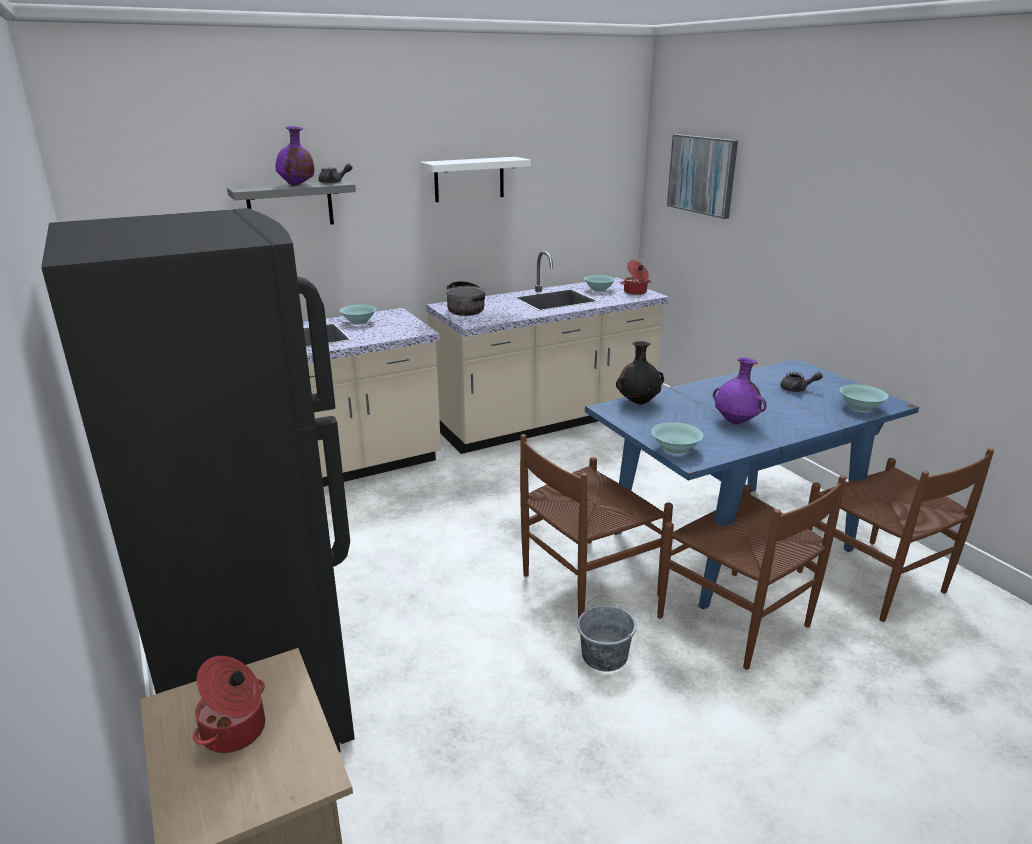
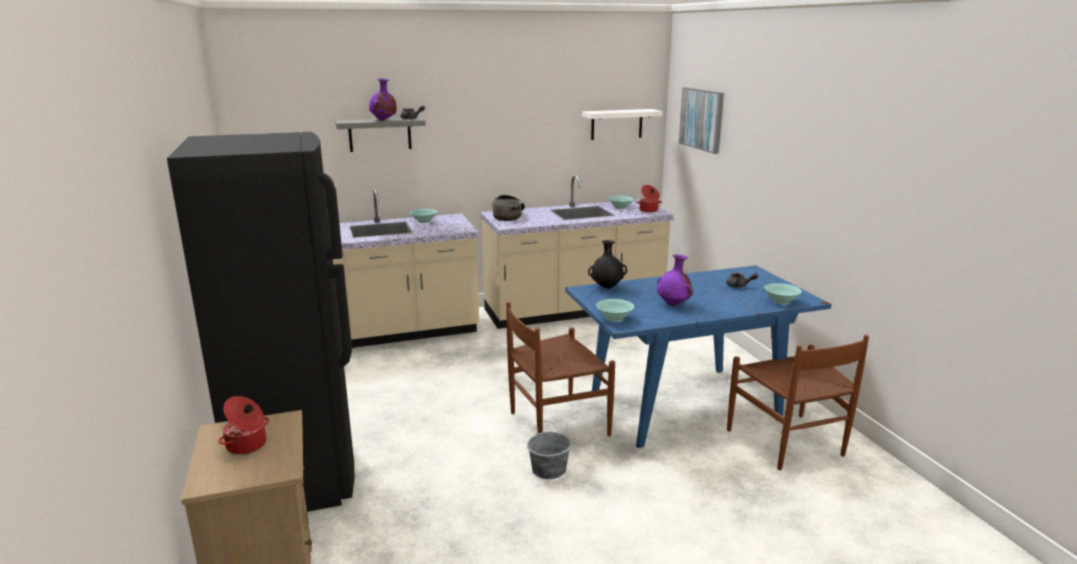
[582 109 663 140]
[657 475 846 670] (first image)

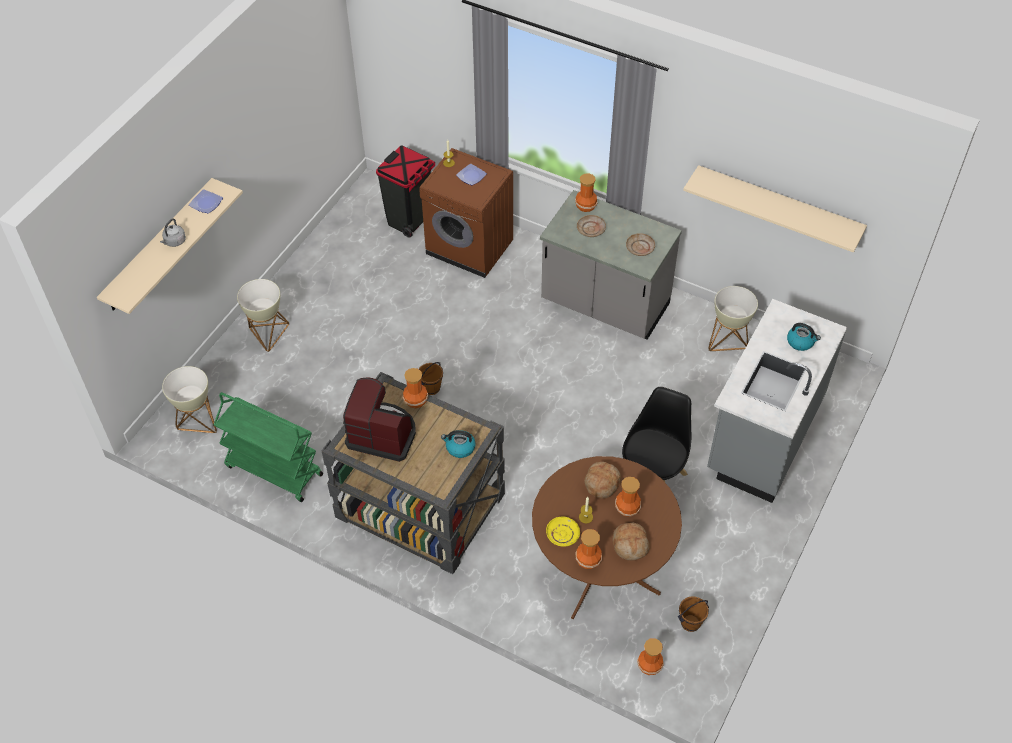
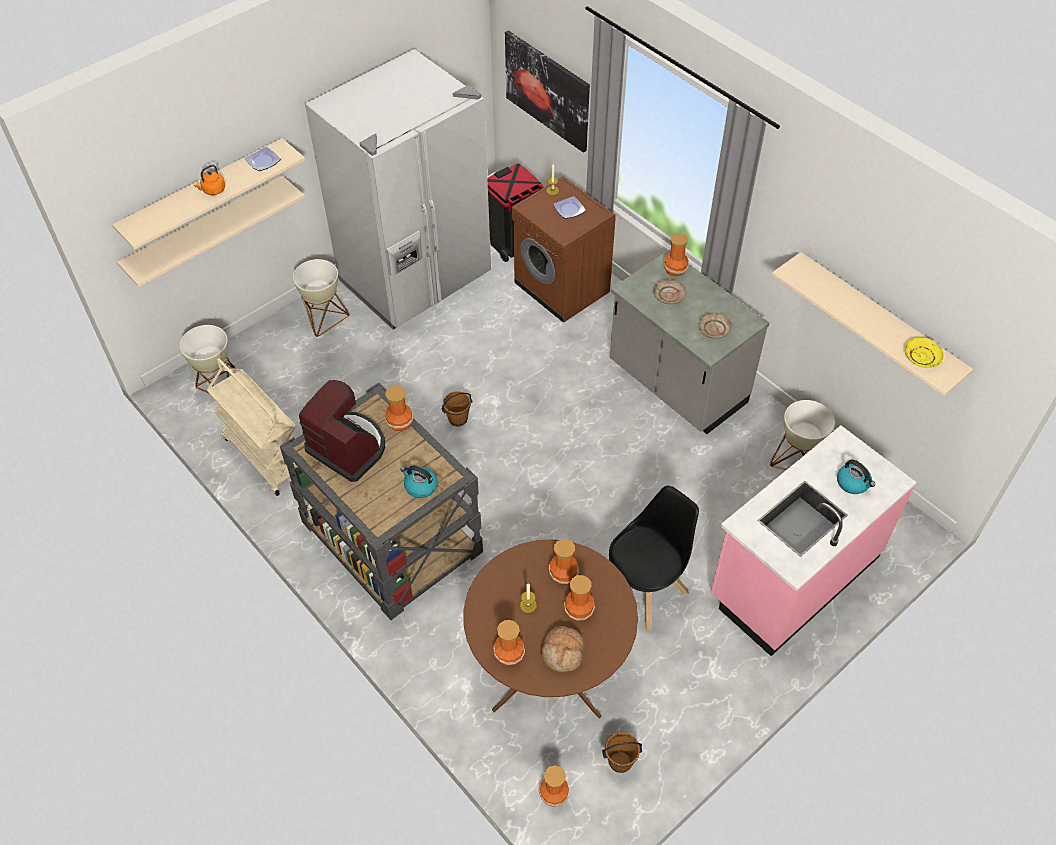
[117 176 305 287]
[194 165 225 195]
[207 358 298 496]
[305 49 491 330]
[505 30 590 153]
[549 539 579 584]
[711 425 917 656]
[905 338 944 368]

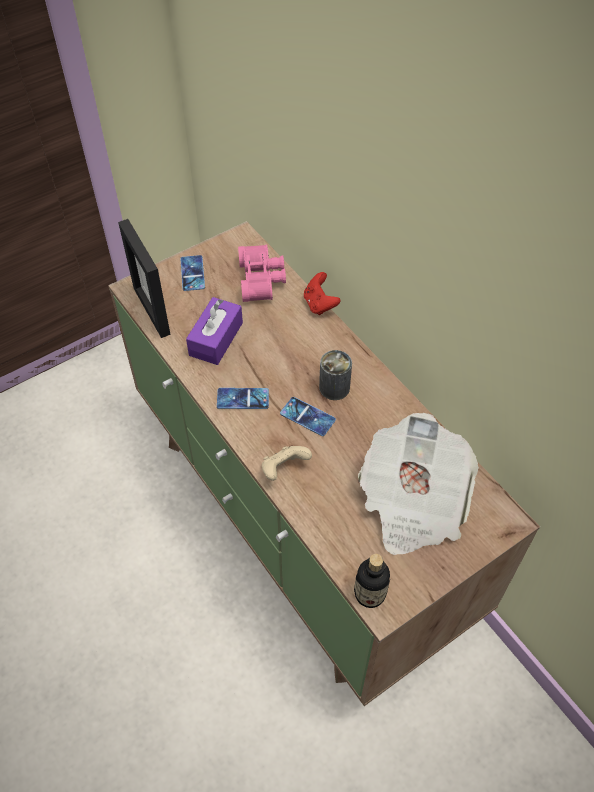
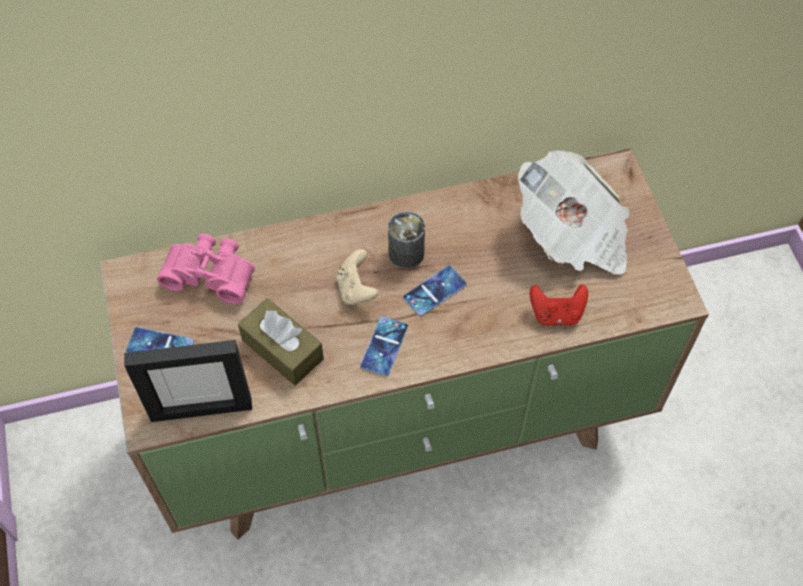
[238 298 324 386]
[336 249 379 305]
[530 284 588 326]
[354 554 390 608] (first image)

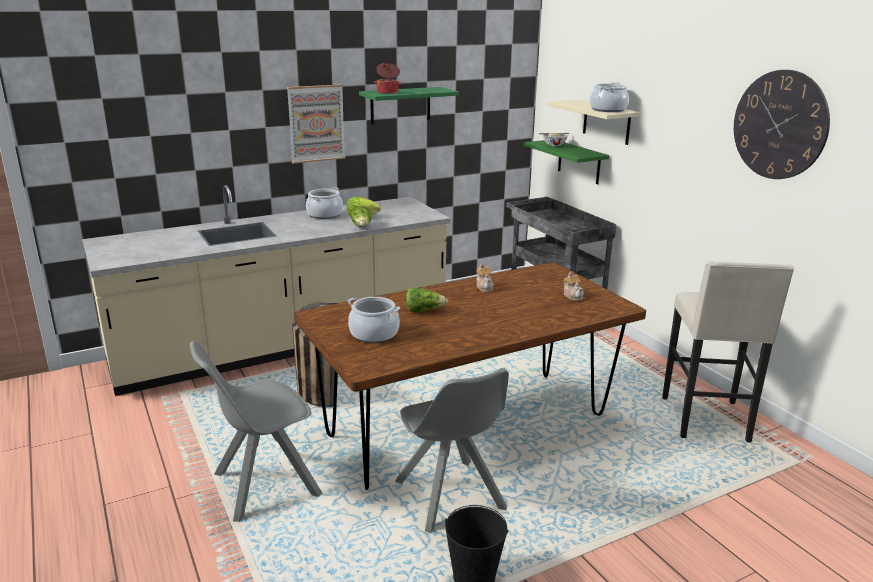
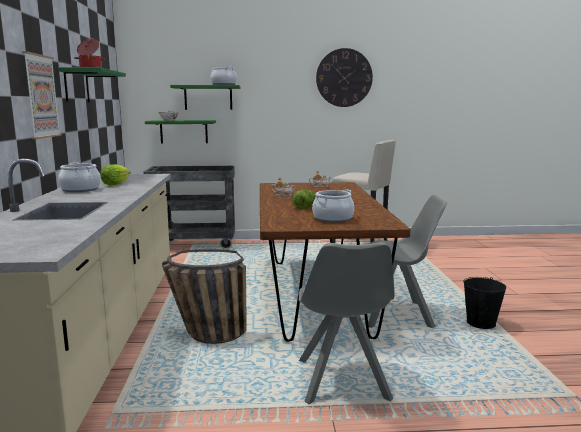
[170 85 240 110]
[351 206 372 227] (first image)

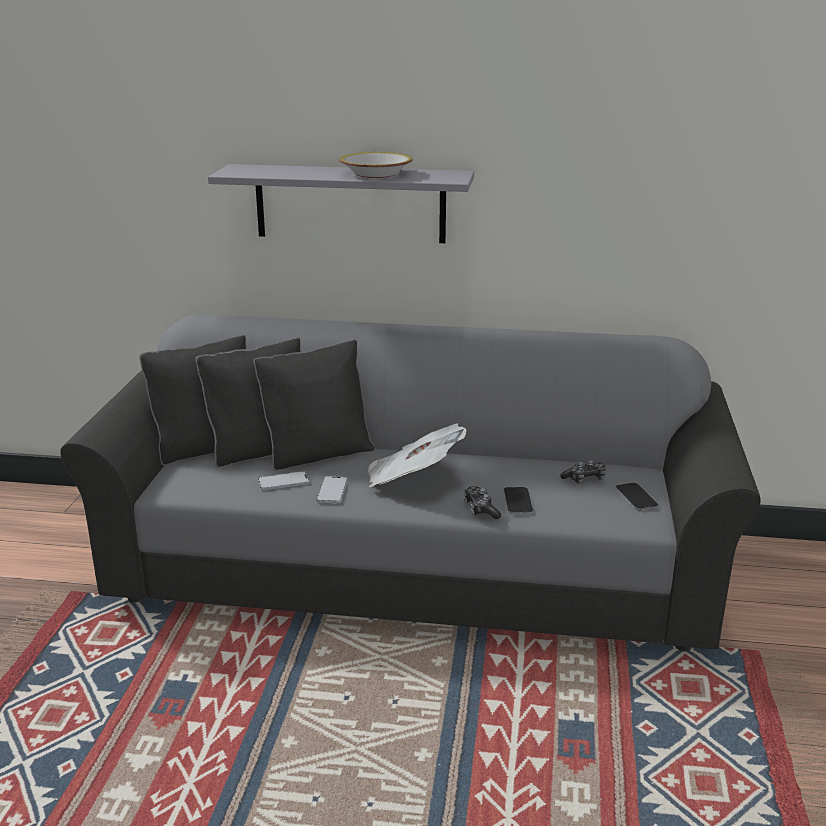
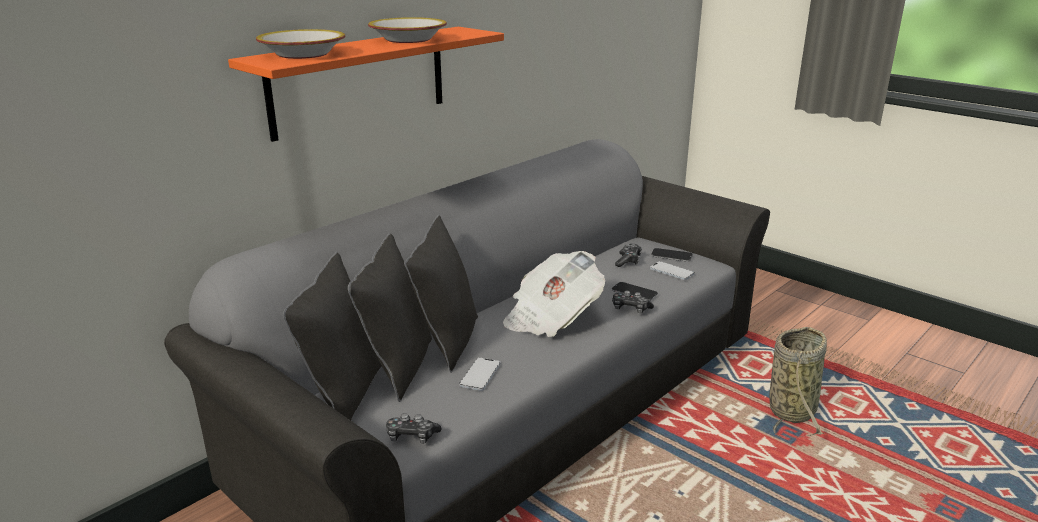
[228 27 504 142]
[256 29 345 59]
[386 413 441 444]
[650 261 695 280]
[769 327 827 438]

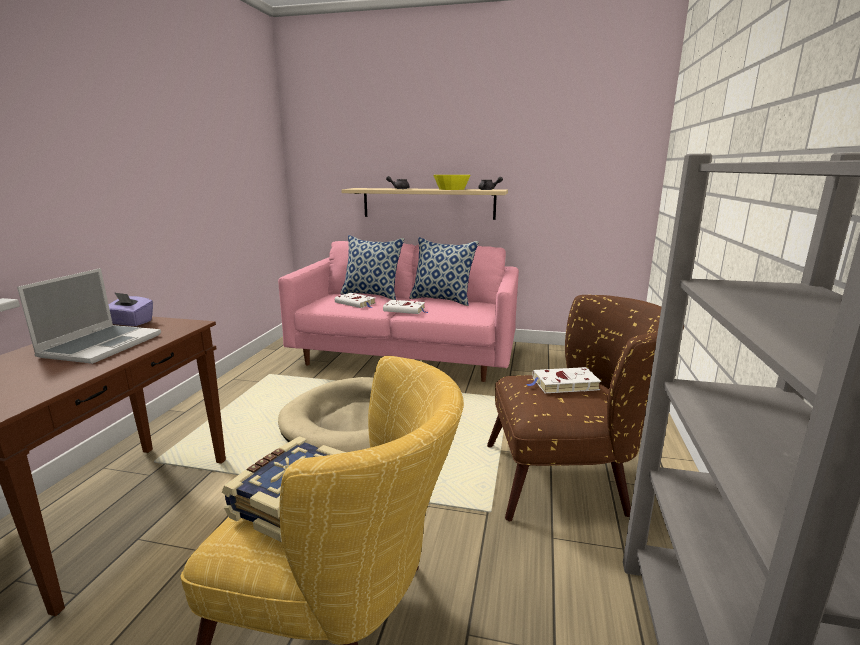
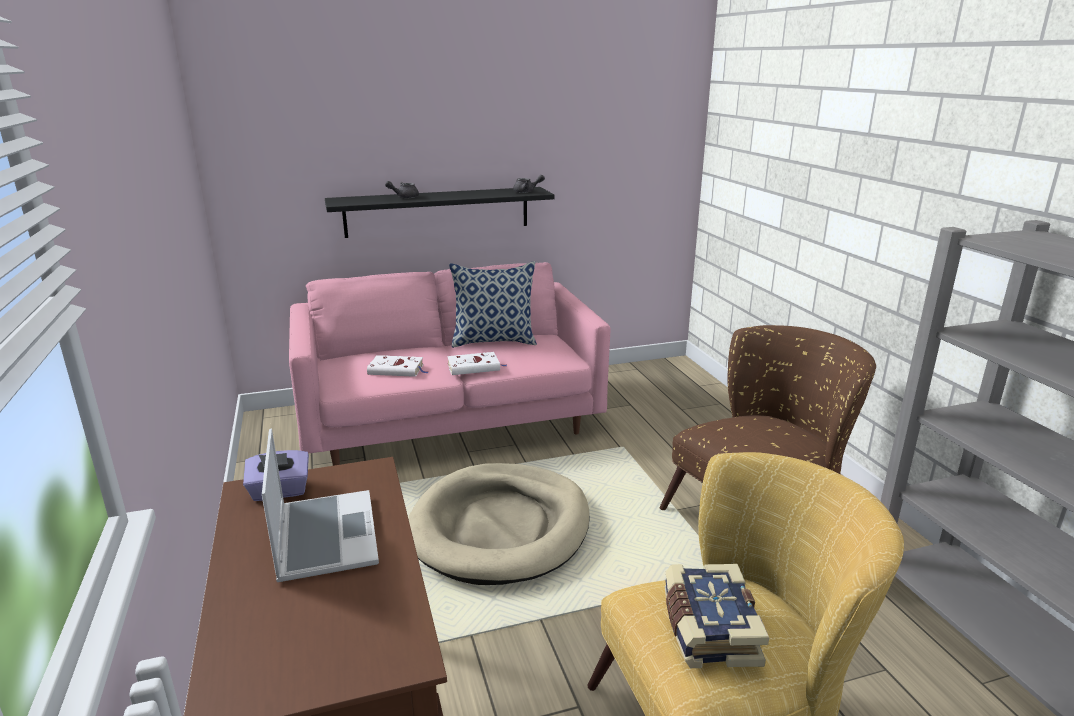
[325 187 555 238]
[341 235 404 300] (first image)
[433 175 470 190] (first image)
[526 367 601 393] (first image)

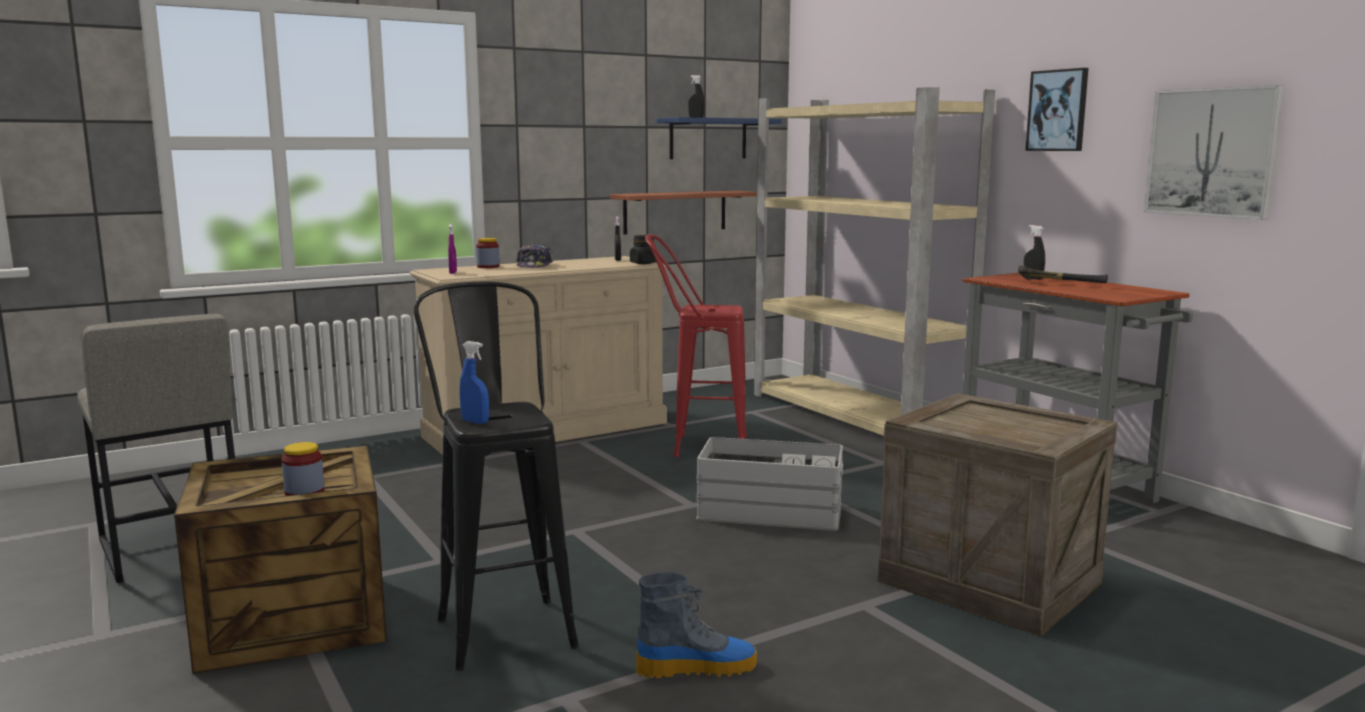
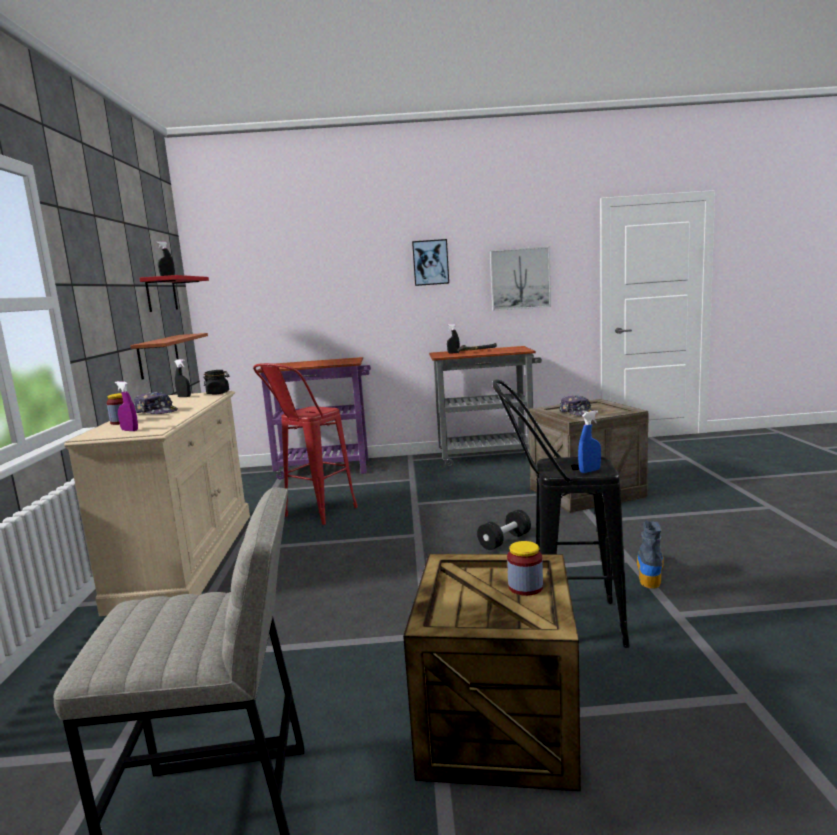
[140 275 209 312]
[257 357 371 479]
[477 510 531 550]
[559 395 593 416]
[696 437 843 531] (first image)

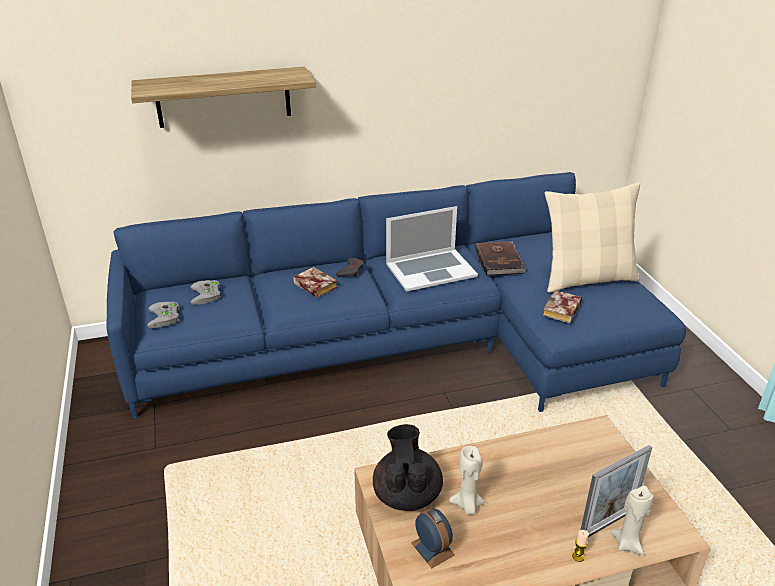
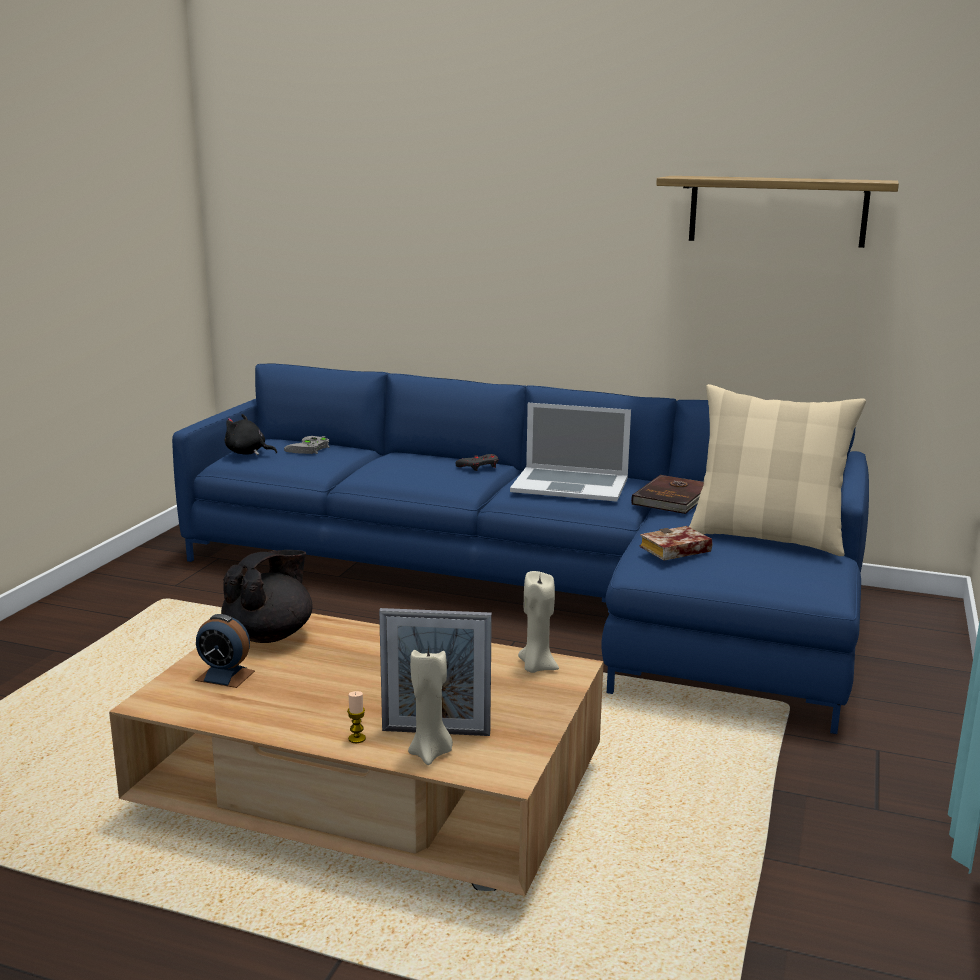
[195 614 255 688]
[225 414 277 455]
[518 571 559 673]
[656 176 899 248]
[293 267 337 298] (first image)

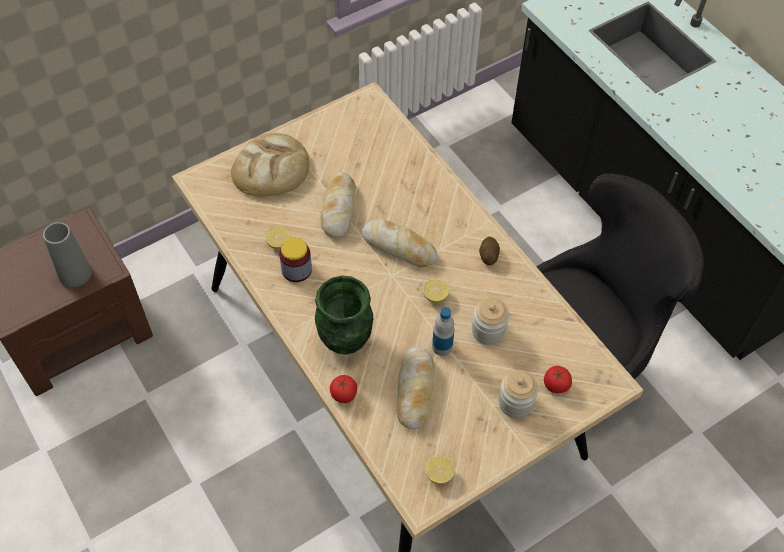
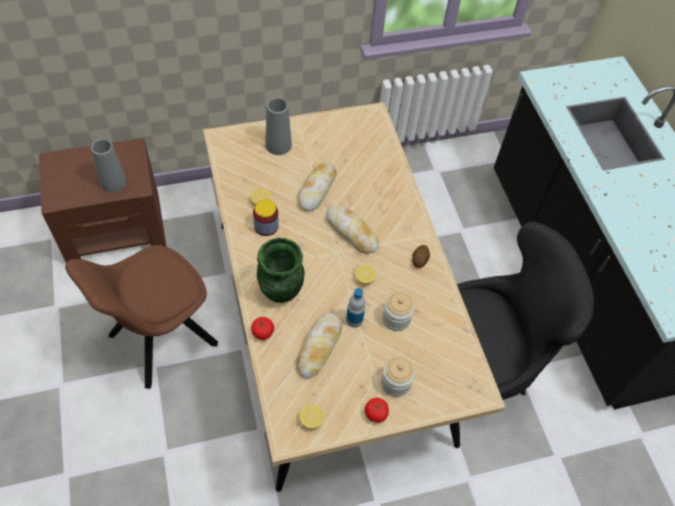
[65 245 218 389]
[265 98 292 155]
[365 398 389 423]

